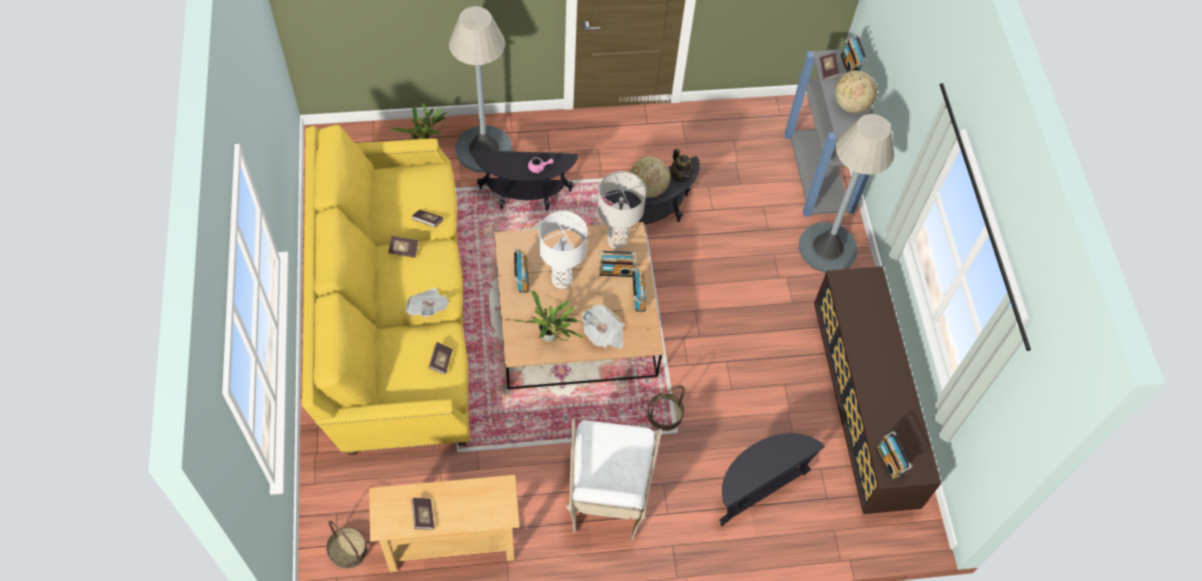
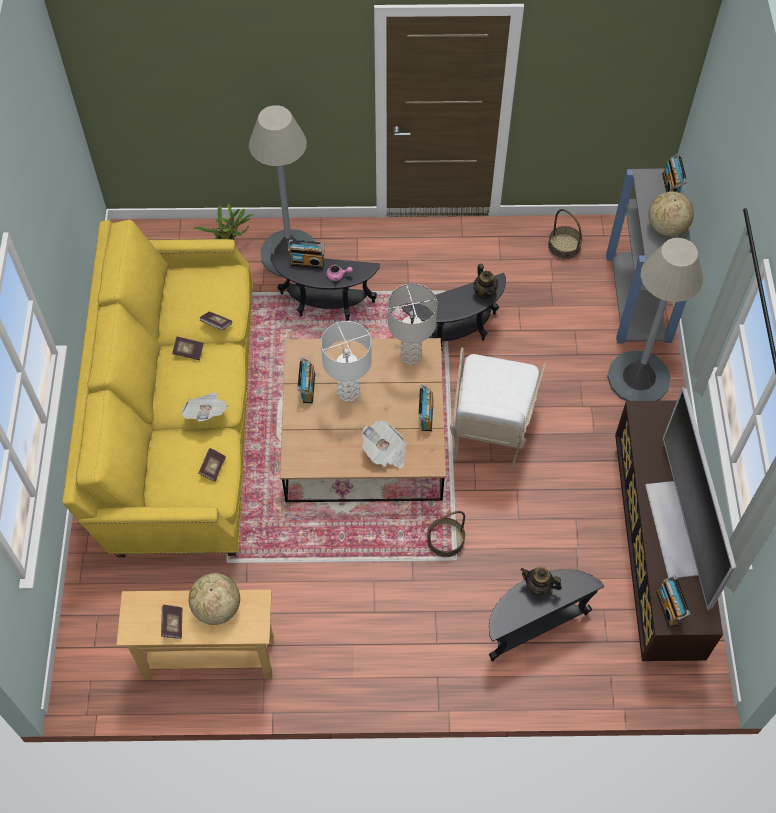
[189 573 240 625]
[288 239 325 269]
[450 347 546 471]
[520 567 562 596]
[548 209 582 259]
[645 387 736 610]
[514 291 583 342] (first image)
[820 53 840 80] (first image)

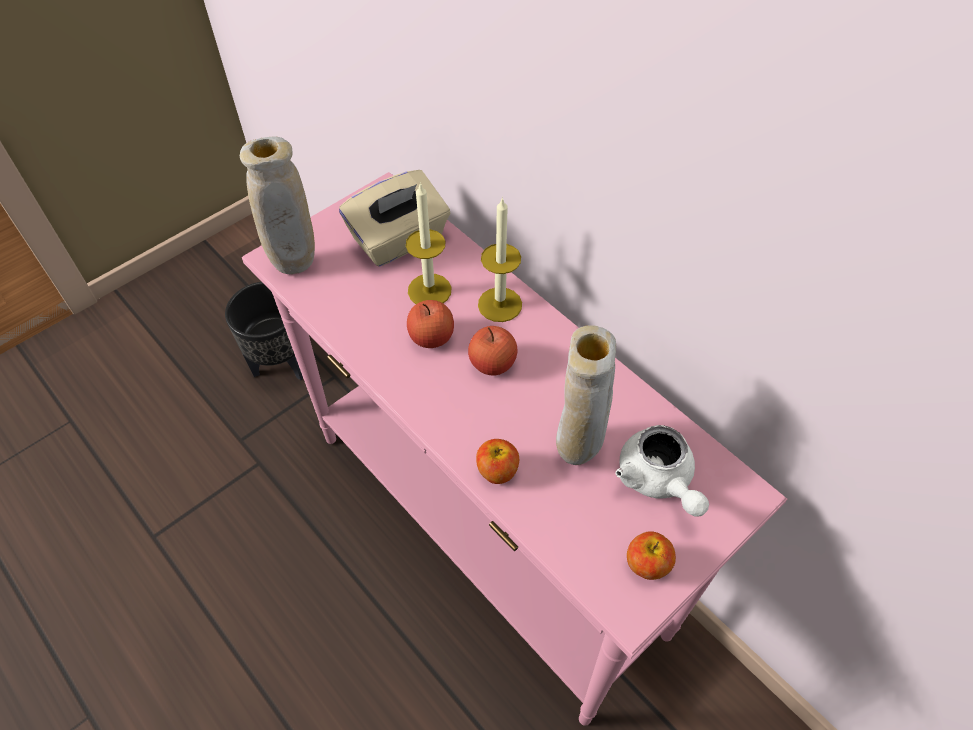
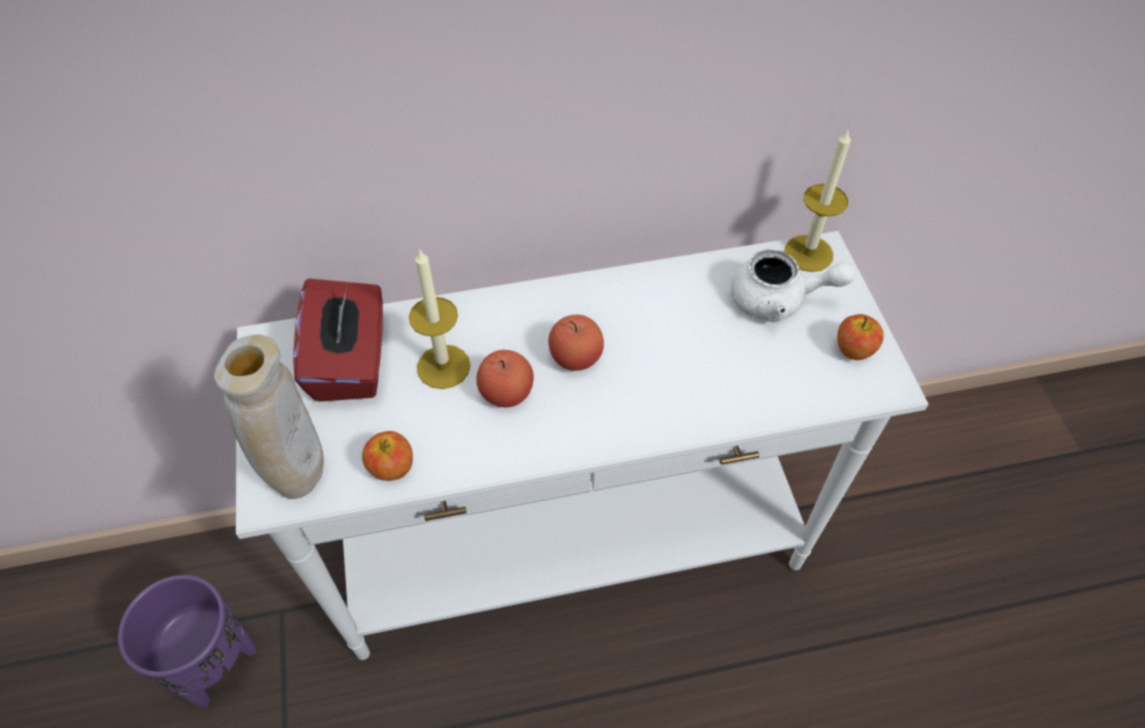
[118 575 257 707]
[236 231 929 660]
[293 278 383 402]
[362 431 413 481]
[784 128 851 272]
[556 325 616 465] (first image)

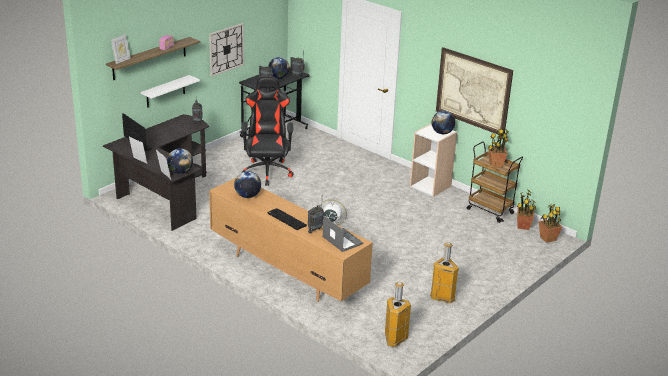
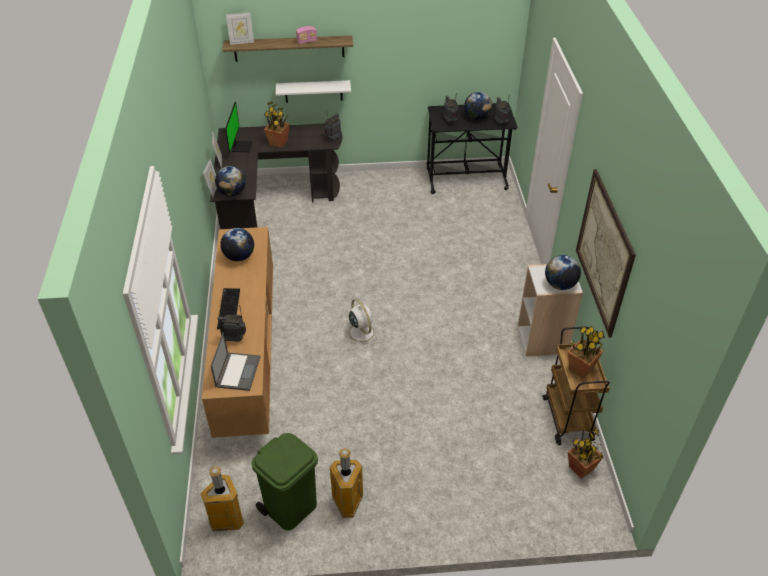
[251 433 318 531]
[264 102 290 148]
[209 23 244 77] (first image)
[241 76 294 186] (first image)

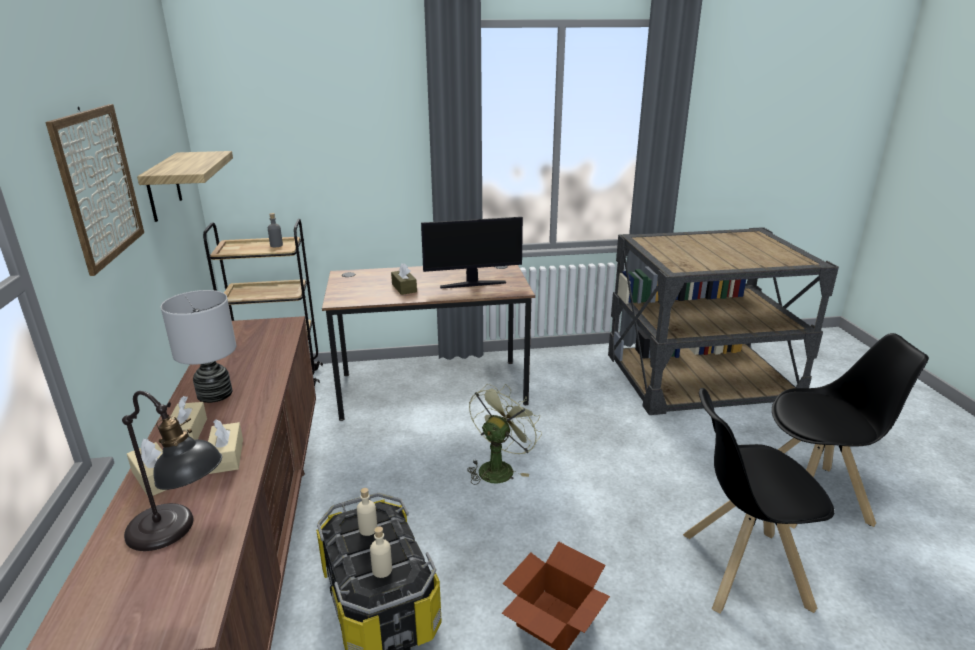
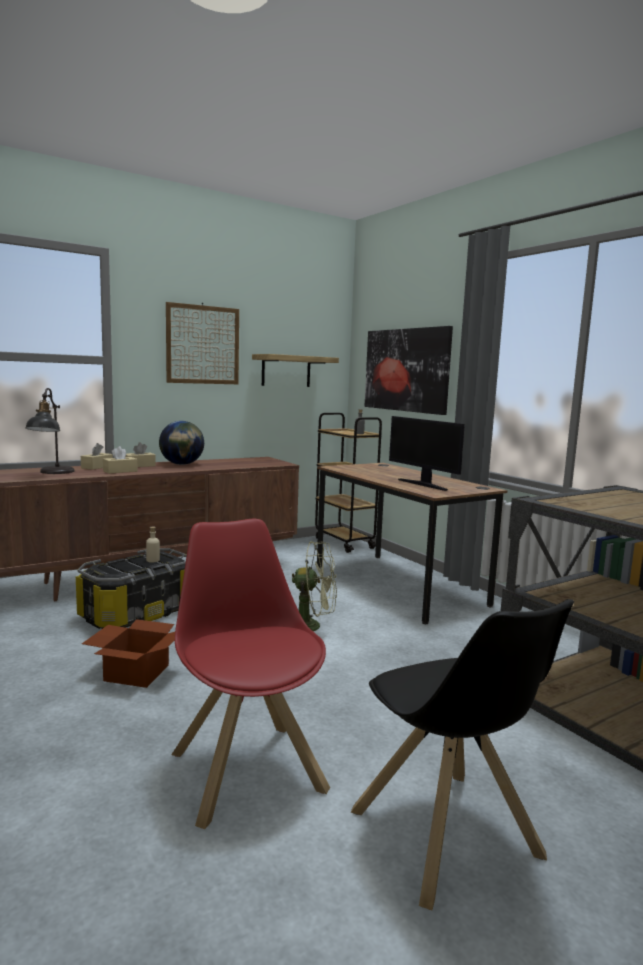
[159 421 204 465]
[171 518 330 829]
[364 326 453 415]
[370 526 392 578] (first image)
[391 263 417 295] (first image)

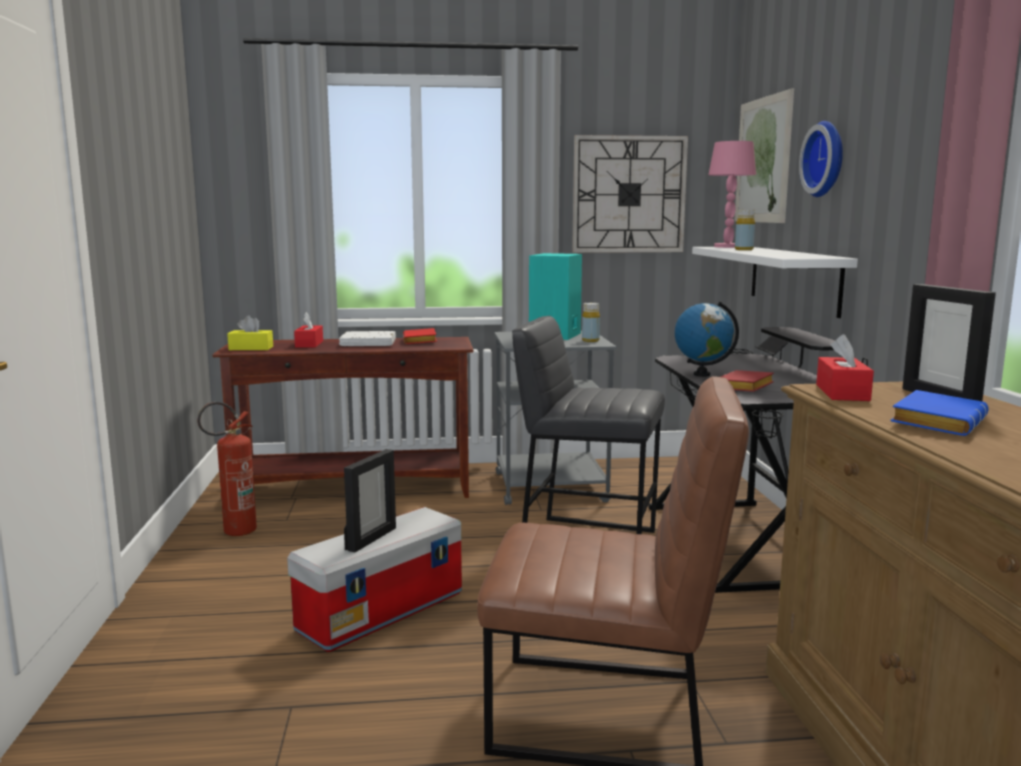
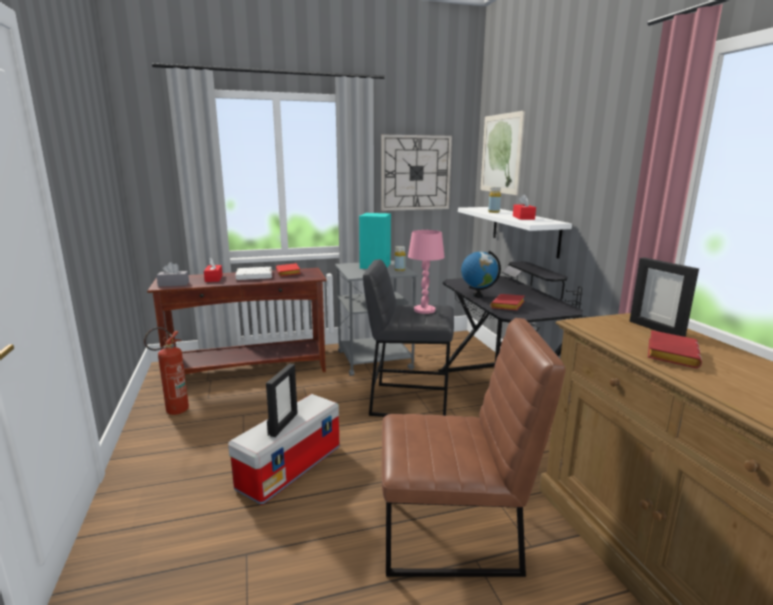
[156 262 189 287]
[408 230 445 314]
[513 194 536 220]
[648 330 702 368]
[799 121 843 197] (first image)

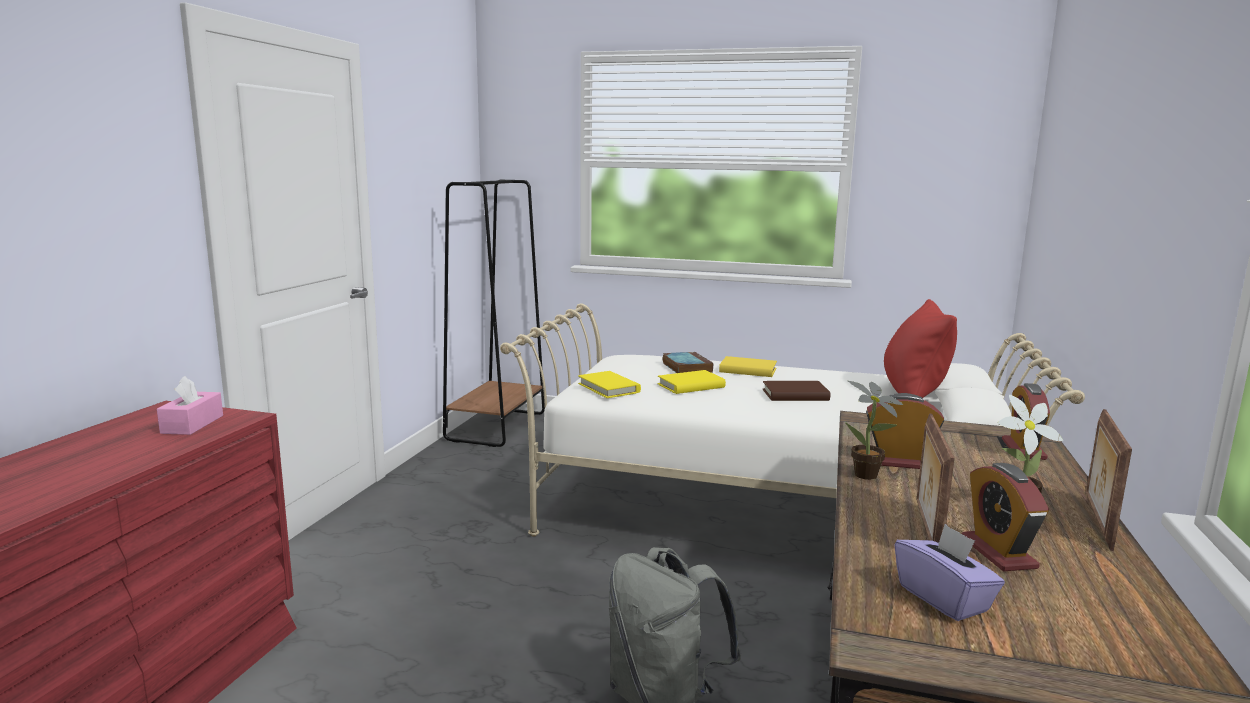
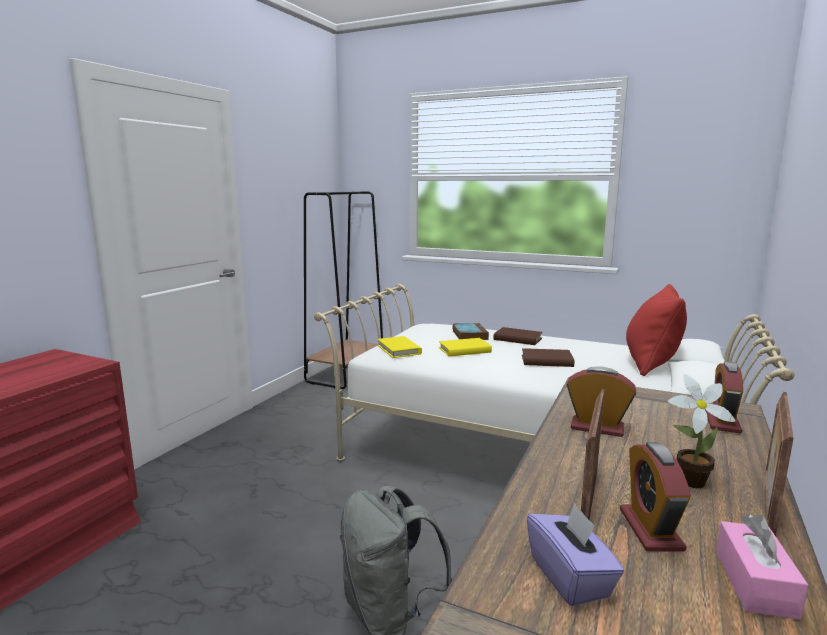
[493 327 543 345]
[716 514 808 620]
[845 381 903 480] (first image)

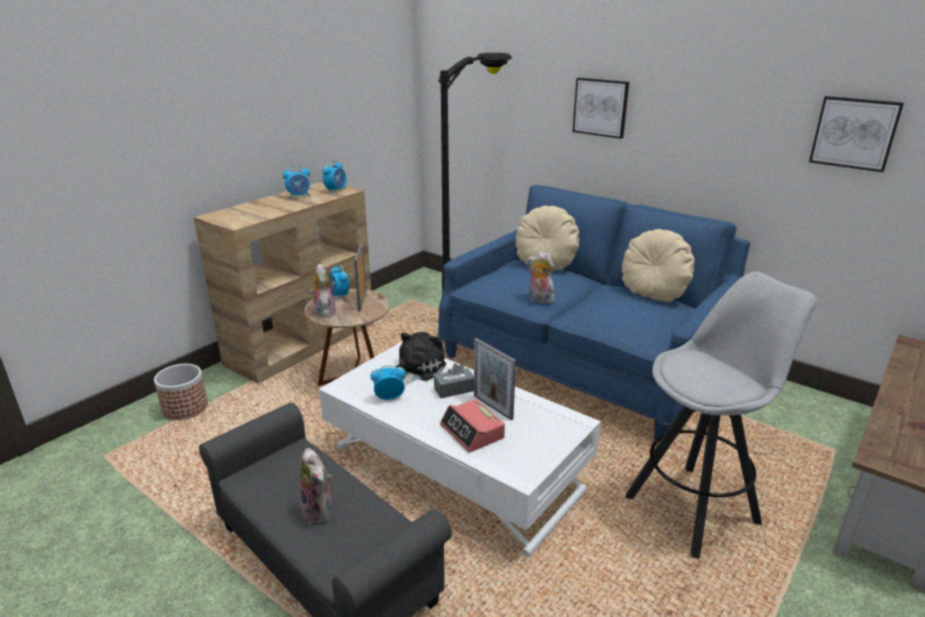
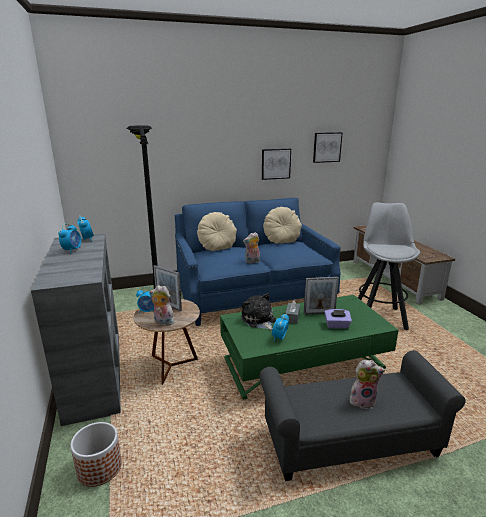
[31 234 121 426]
[220 295 399 400]
[262 149 291 180]
[324 309 352 329]

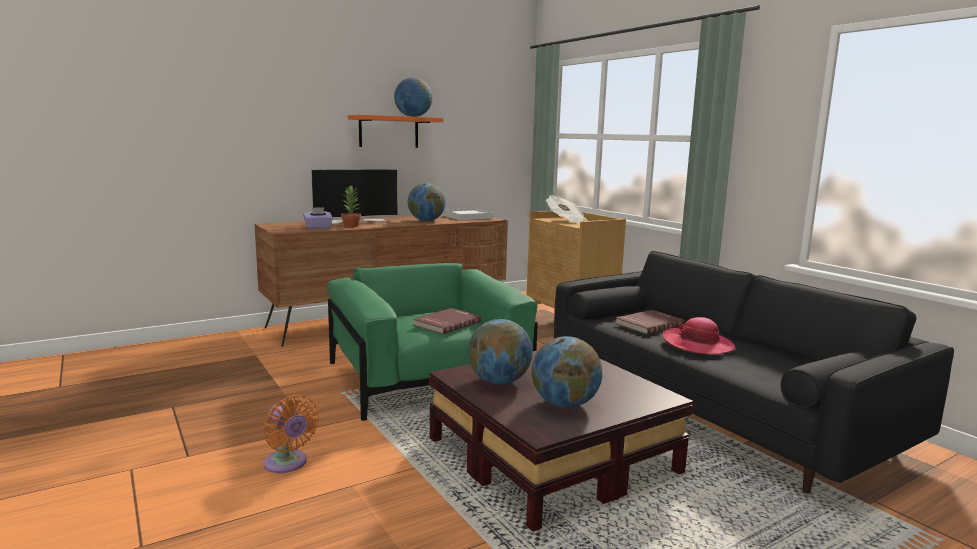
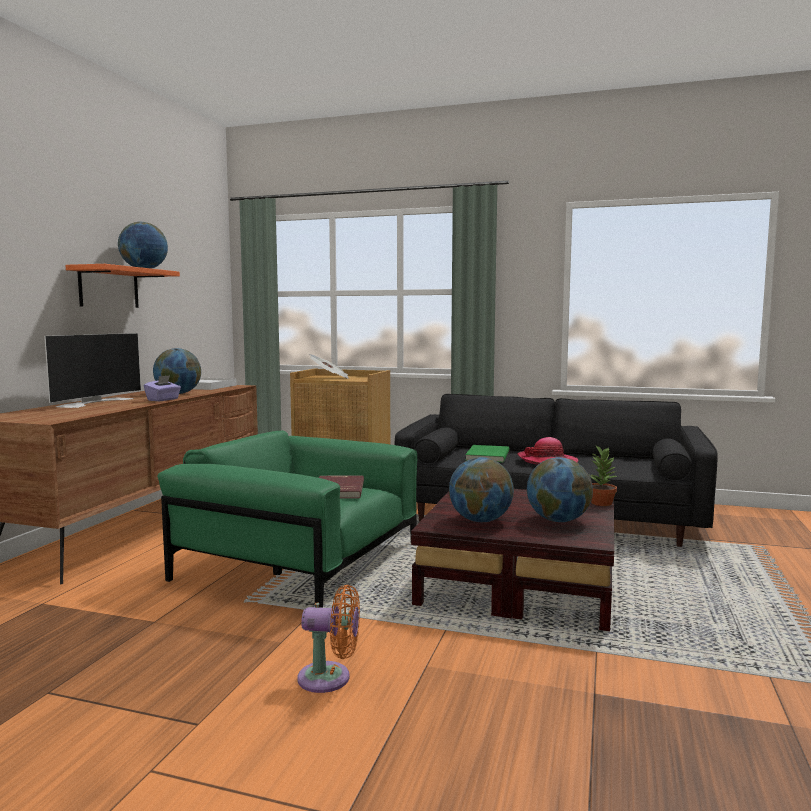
[144 375 181 401]
[465 445 510 462]
[590 446 617 506]

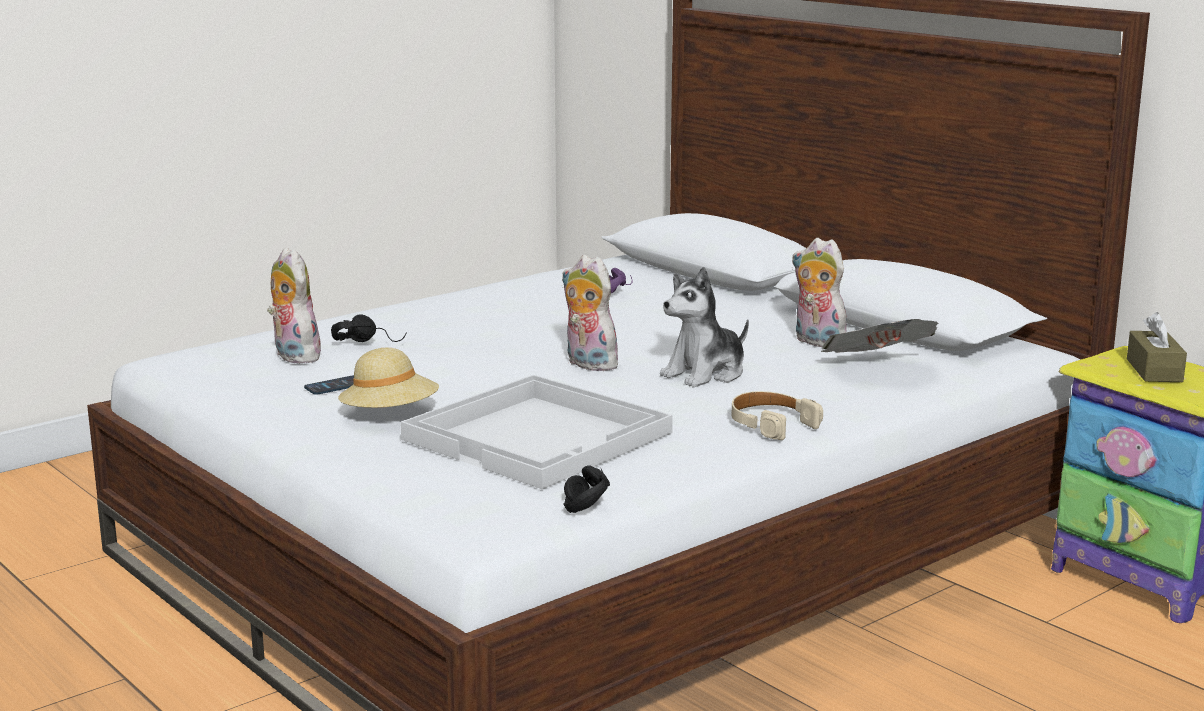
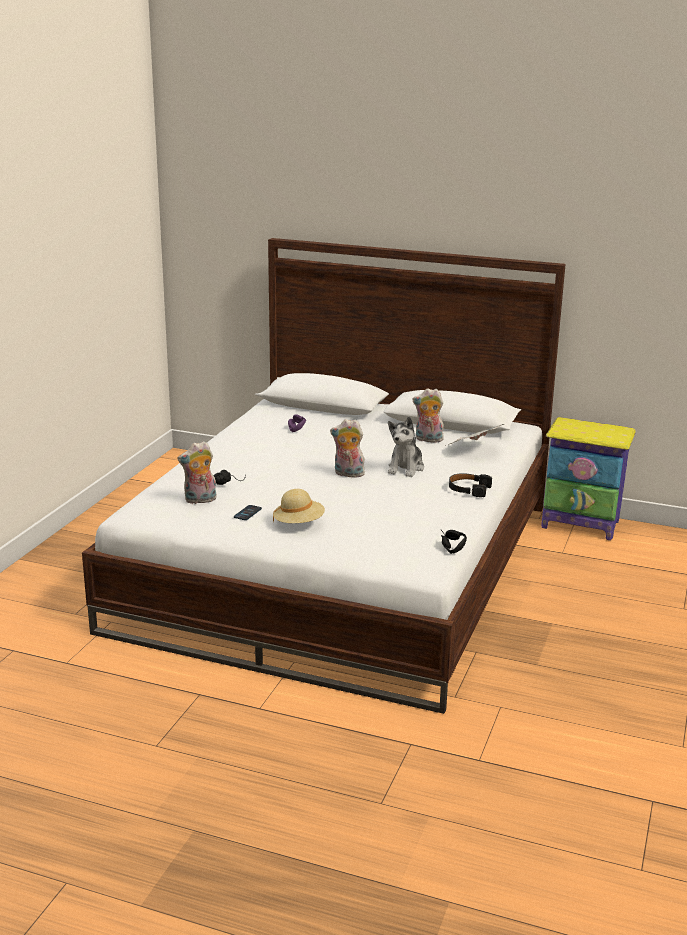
[177 441 217 504]
[449 473 492 497]
[400 375 673 489] (first image)
[1127 312 1187 382] (first image)

